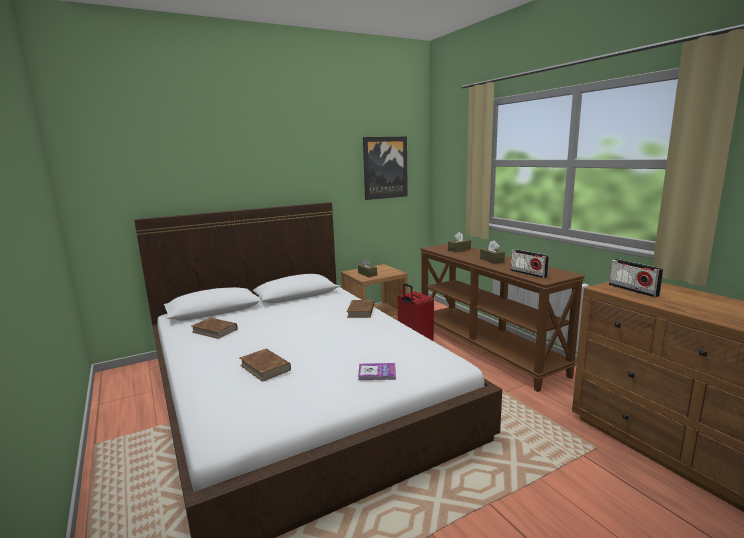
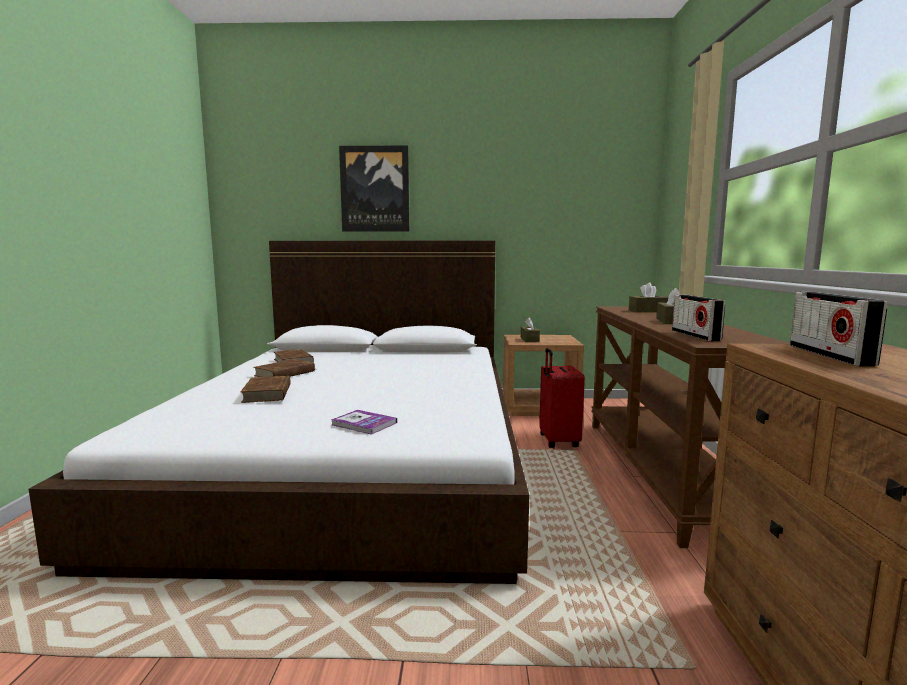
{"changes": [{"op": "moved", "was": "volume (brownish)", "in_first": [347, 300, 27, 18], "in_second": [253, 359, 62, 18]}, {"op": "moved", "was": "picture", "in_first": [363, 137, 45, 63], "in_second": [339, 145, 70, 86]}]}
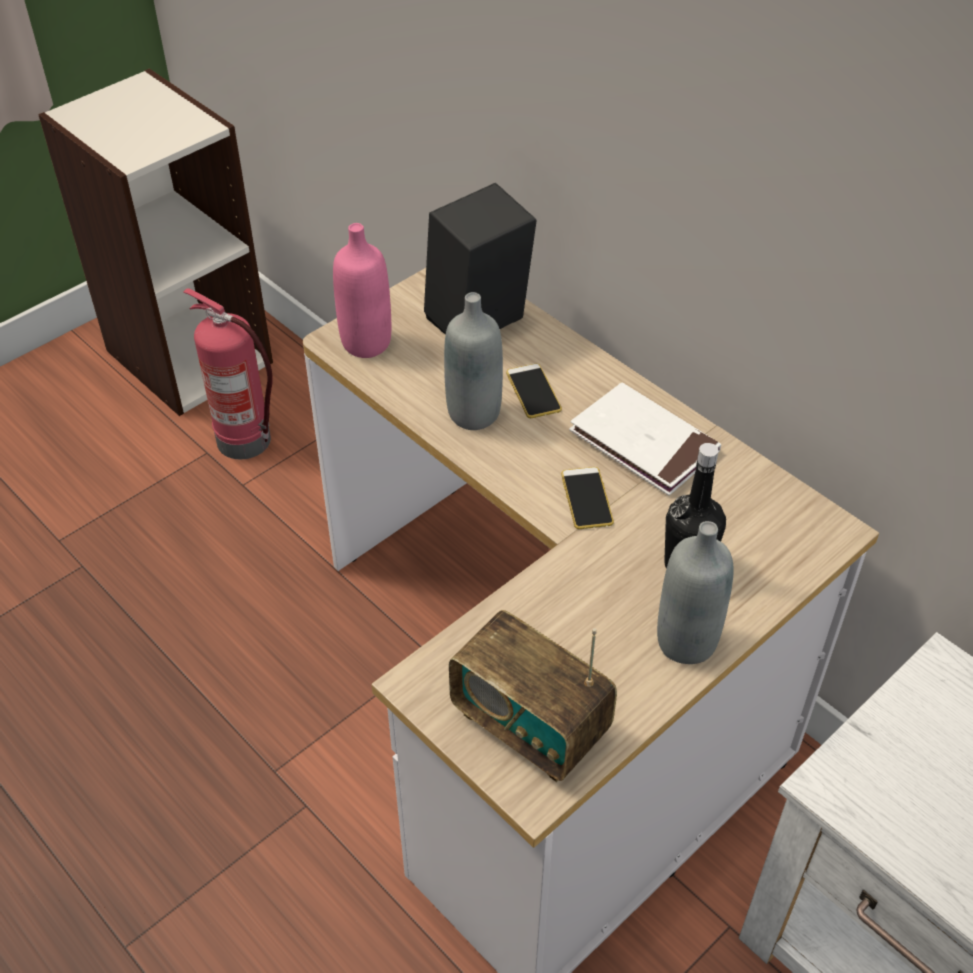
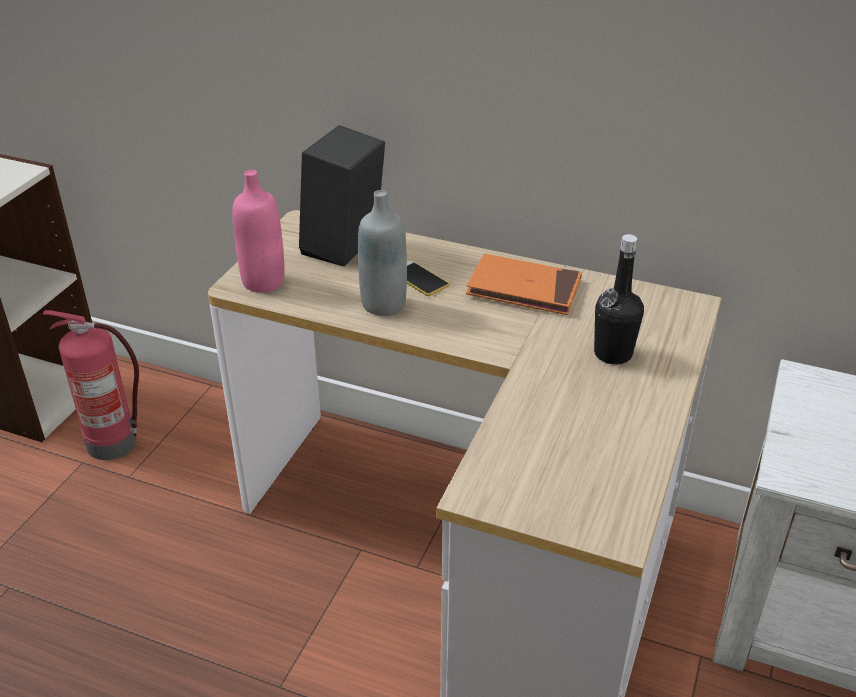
{"changes": [{"op": "removed", "was": "radio receiver", "in_first": [449, 610, 168, 172]}, {"op": "removed", "was": "phone", "in_first": [561, 467, 53, 62]}, {"op": "recoloured", "was": "volume (whitish)", "now": "volume (orangey)", "in_first": [569, 383, 152, 113], "in_second": [466, 254, 116, 61]}, {"op": "removed", "was": "bottle (gray)", "in_first": [657, 521, 77, 143]}]}
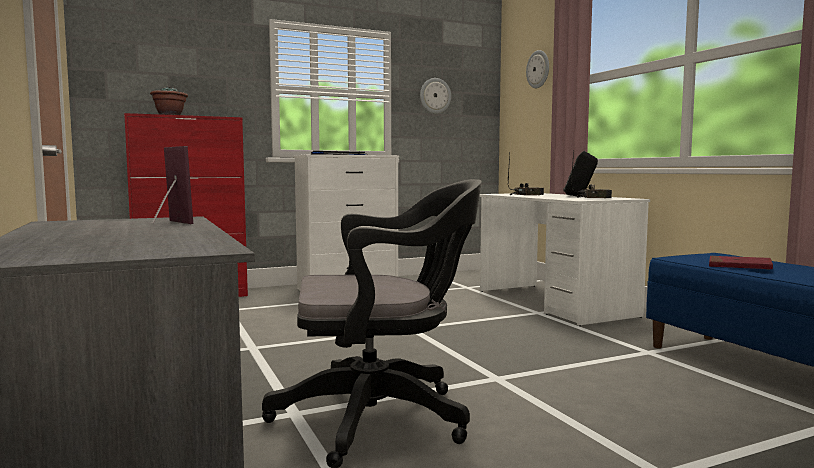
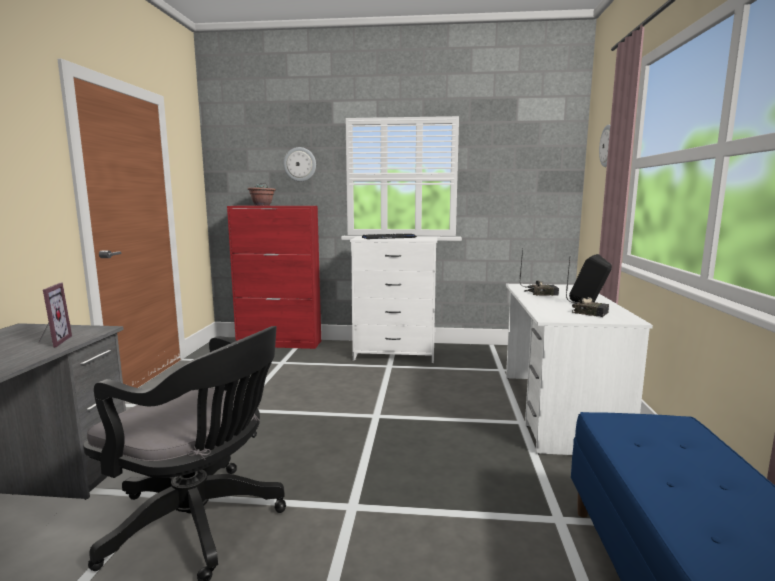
{"changes": [{"op": "moved", "was": "wall clock", "in_first": [420, 78, 31, 36], "in_second": [284, 147, 32, 34]}, {"op": "removed", "was": "volume (red)", "in_first": [709, 256, 64, 14]}]}
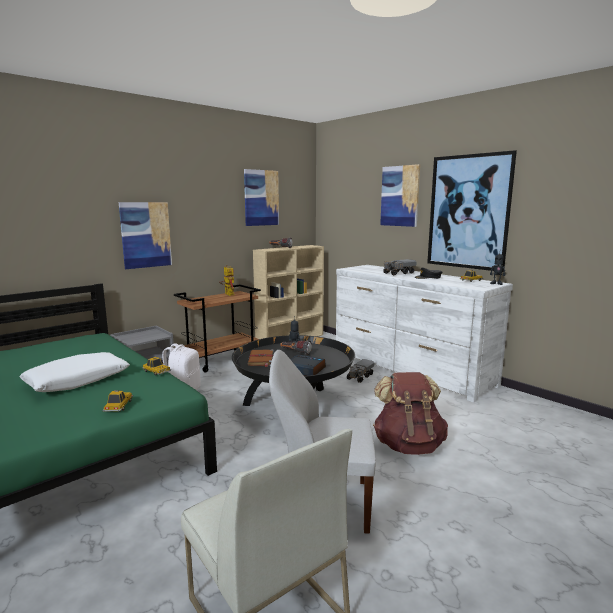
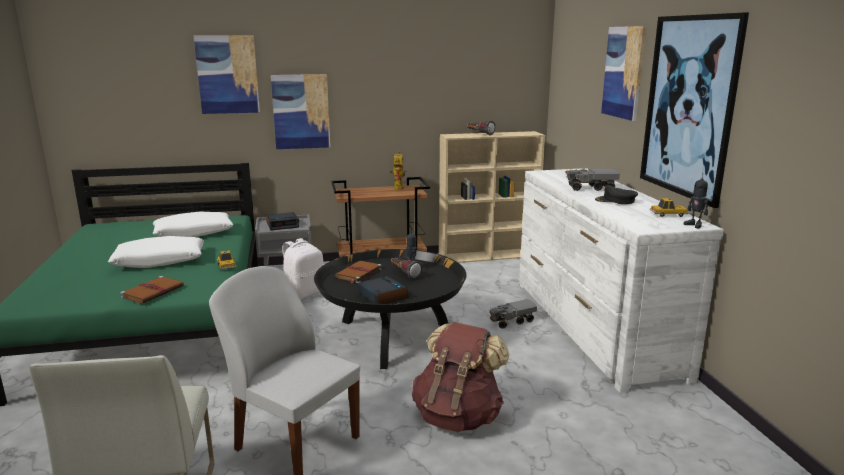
{"changes": [{"op": "replaced", "was": "toy car", "now": "volume (brownish)", "in_first": [102, 390, 31, 22], "in_second": [120, 276, 64, 28]}, {"op": "moved", "was": "picture", "in_first": [244, 169, 35, 57], "in_second": [194, 35, 66, 79]}, {"op": "added", "now": "pillow (whitish)", "in_second": [153, 211, 80, 26]}, {"op": "added", "now": "bedside clock", "in_second": [266, 212, 33, 18]}]}
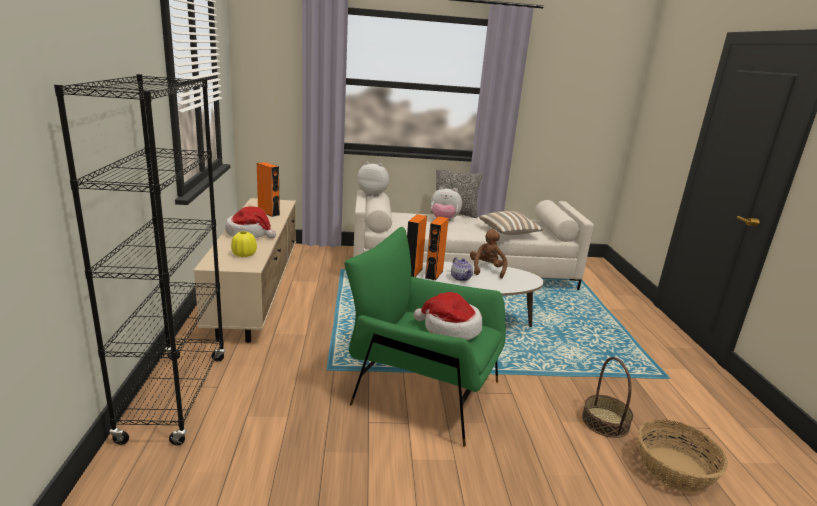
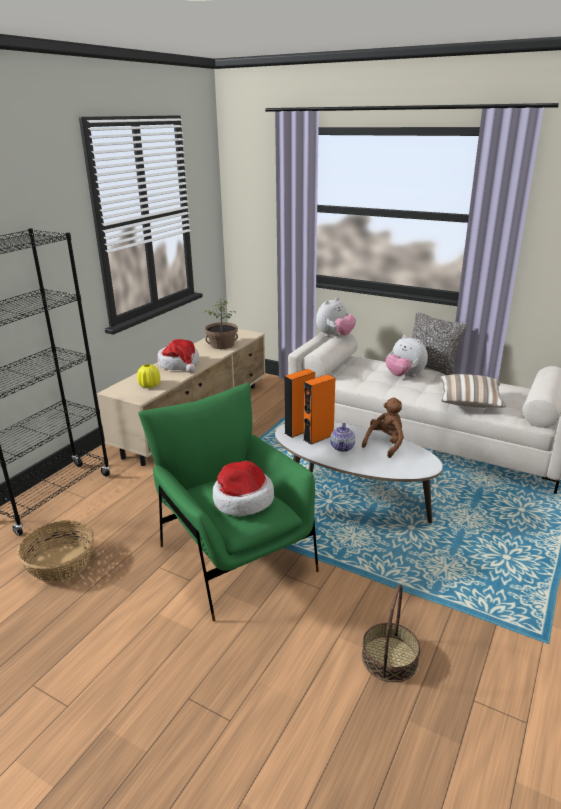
{"changes": [{"op": "replaced", "was": "speaker (orangey)", "now": "potted plant", "in_first": [257, 162, 23, 55], "in_second": [203, 299, 35, 50]}, {"op": "turned", "was": "cuddly toy", "in_first": [357, 162, 32, 35], "in_second": [316, 297, 40, 40], "clockwise": 90}, {"op": "moved", "was": "household basket", "in_first": [638, 419, 90, 73], "in_second": [17, 520, 77, 62]}]}
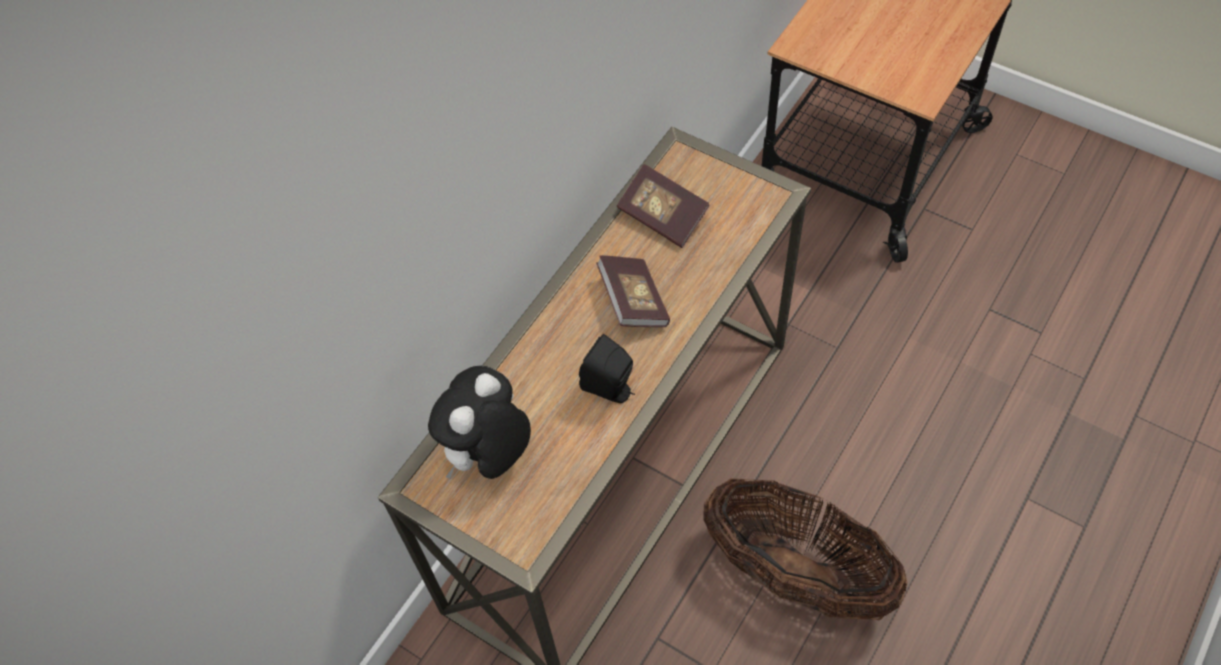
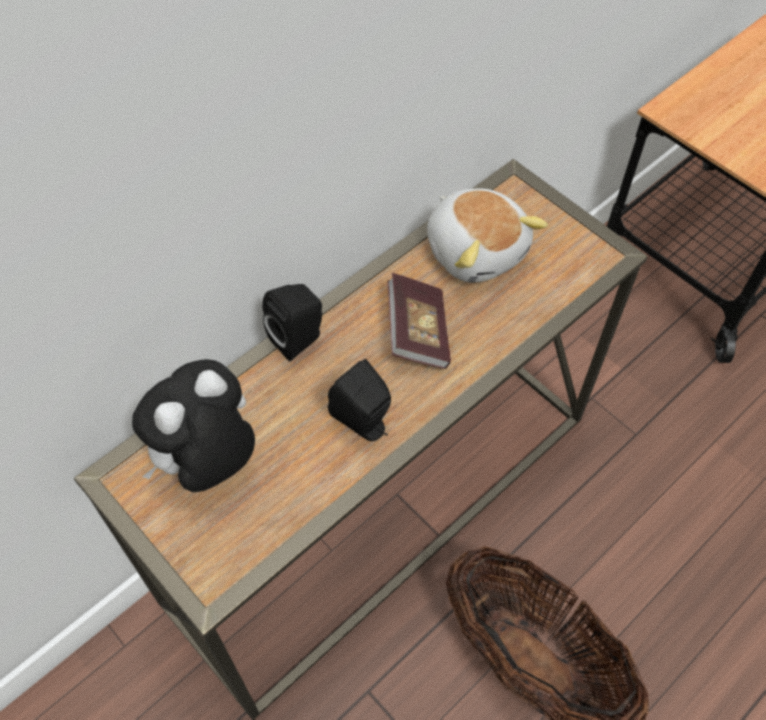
{"changes": [{"op": "replaced", "was": "volume", "now": "cuddly toy", "in_first": [617, 164, 93, 84], "in_second": [427, 188, 121, 95]}, {"op": "added", "now": "speaker (black)", "in_second": [262, 284, 60, 77]}]}
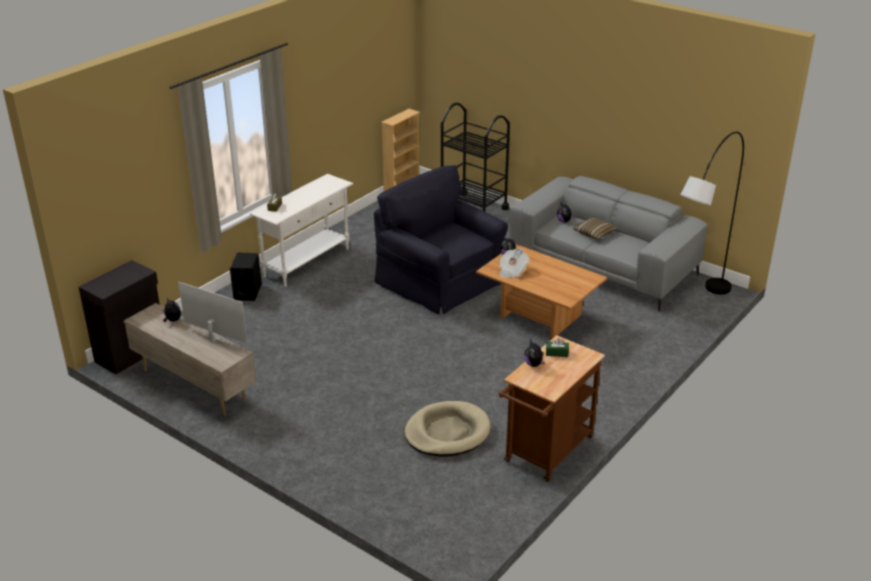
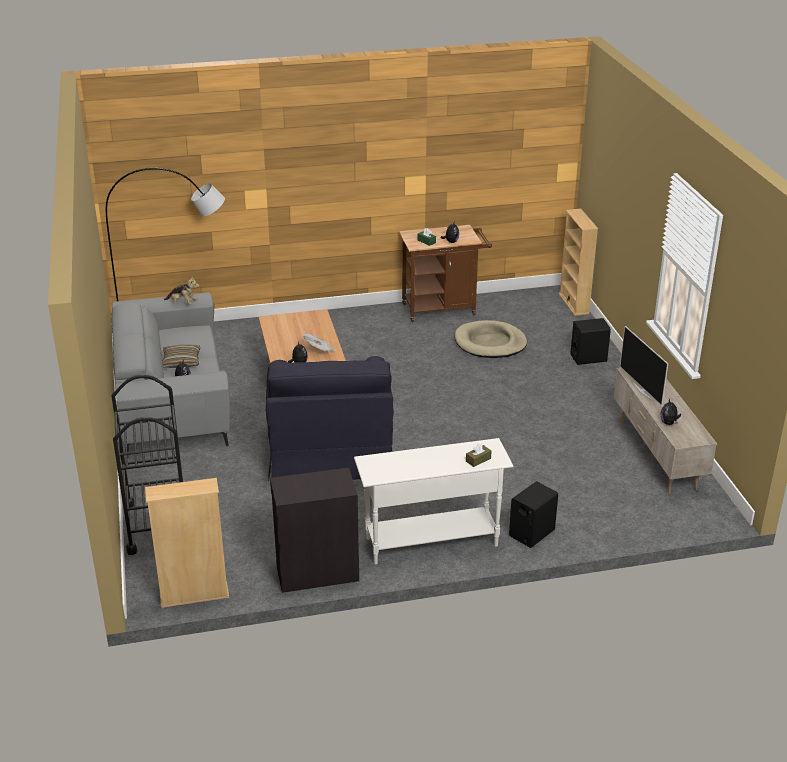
{"changes": [{"op": "moved", "was": "storage cabinet (black)", "in_first": [79, 260, 81, 114], "in_second": [270, 468, 89, 125]}, {"op": "added", "now": "cuddly toy", "in_second": [164, 276, 36, 28]}, {"op": "added", "now": "bookshelf (beige-coloured)", "in_second": [559, 209, 39, 107]}, {"op": "added", "now": "speaker (black)", "in_second": [570, 318, 41, 47]}]}
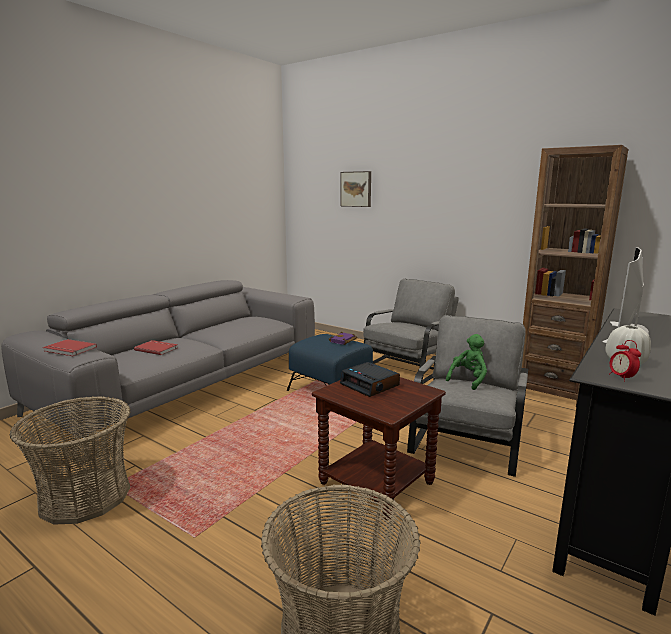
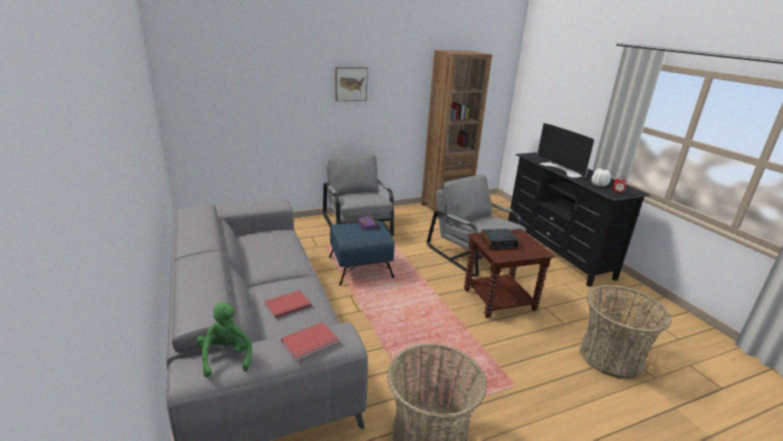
{"changes": [{"op": "moved", "was": "picture", "in_first": [340, 171, 31, 36], "in_second": [335, 67, 33, 34]}, {"op": "moved", "was": "cuddly toy (green)", "in_first": [446, 334, 41, 56], "in_second": [196, 302, 56, 76]}]}
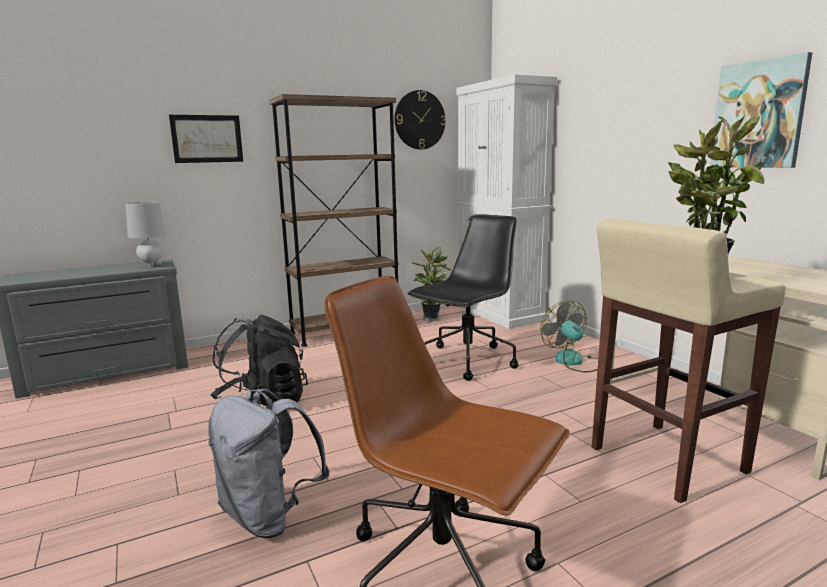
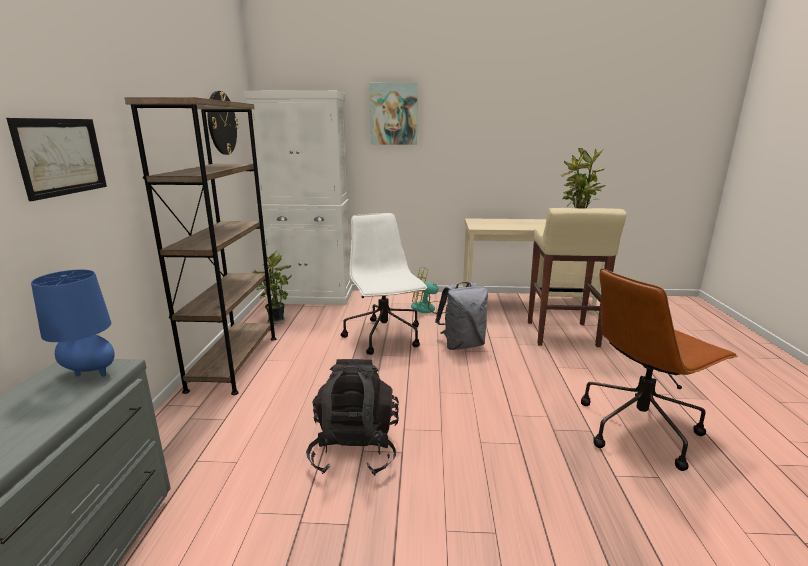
{"changes": [{"op": "recoloured", "was": "lamp for a table (gray)", "now": "lamp for a table (blue-coloured)", "in_first": [126, 202, 40, 66], "in_second": [31, 269, 84, 108]}, {"op": "moved", "was": "rucksack (gray)", "in_first": [208, 389, 122, 149], "in_second": [435, 282, 53, 68]}, {"op": "recoloured", "was": "desk chair (black)", "now": "desk chair (whitish)", "in_first": [408, 214, 110, 167], "in_second": [341, 213, 86, 142]}, {"op": "moved", "was": "picture", "in_first": [710, 52, 102, 116], "in_second": [370, 82, 48, 63]}]}
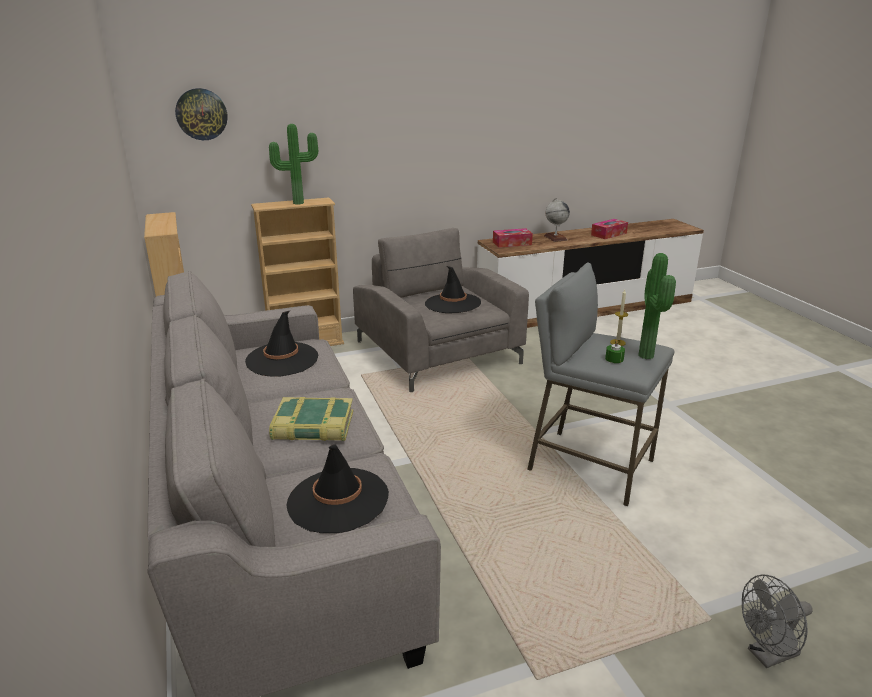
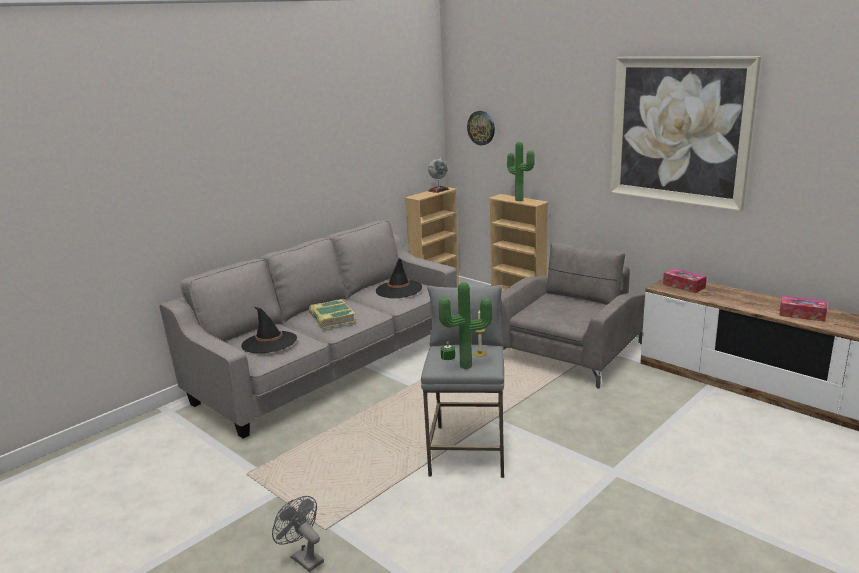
{"changes": [{"op": "removed", "was": "wearable hat (black)", "in_first": [425, 266, 56, 47]}, {"op": "moved", "was": "desk globe", "in_first": [544, 198, 26, 44], "in_second": [428, 158, 21, 35]}, {"op": "added", "now": "picture", "in_second": [610, 57, 151, 155]}]}
